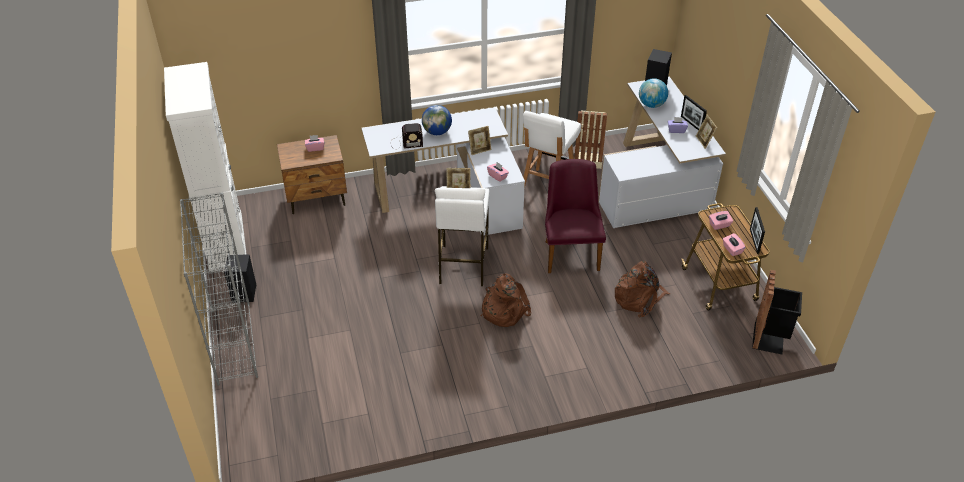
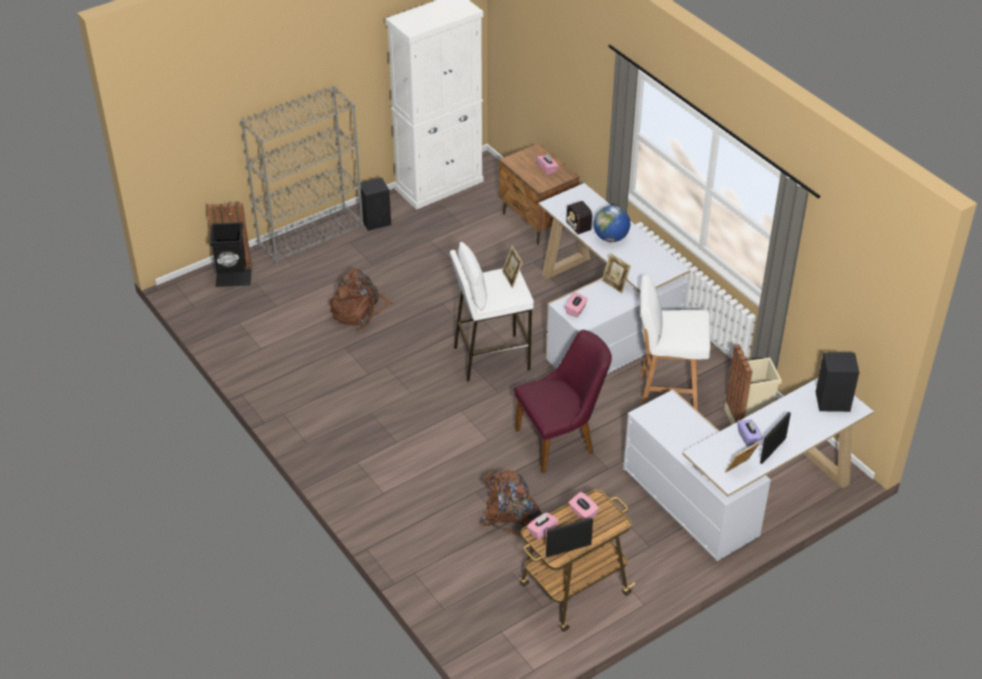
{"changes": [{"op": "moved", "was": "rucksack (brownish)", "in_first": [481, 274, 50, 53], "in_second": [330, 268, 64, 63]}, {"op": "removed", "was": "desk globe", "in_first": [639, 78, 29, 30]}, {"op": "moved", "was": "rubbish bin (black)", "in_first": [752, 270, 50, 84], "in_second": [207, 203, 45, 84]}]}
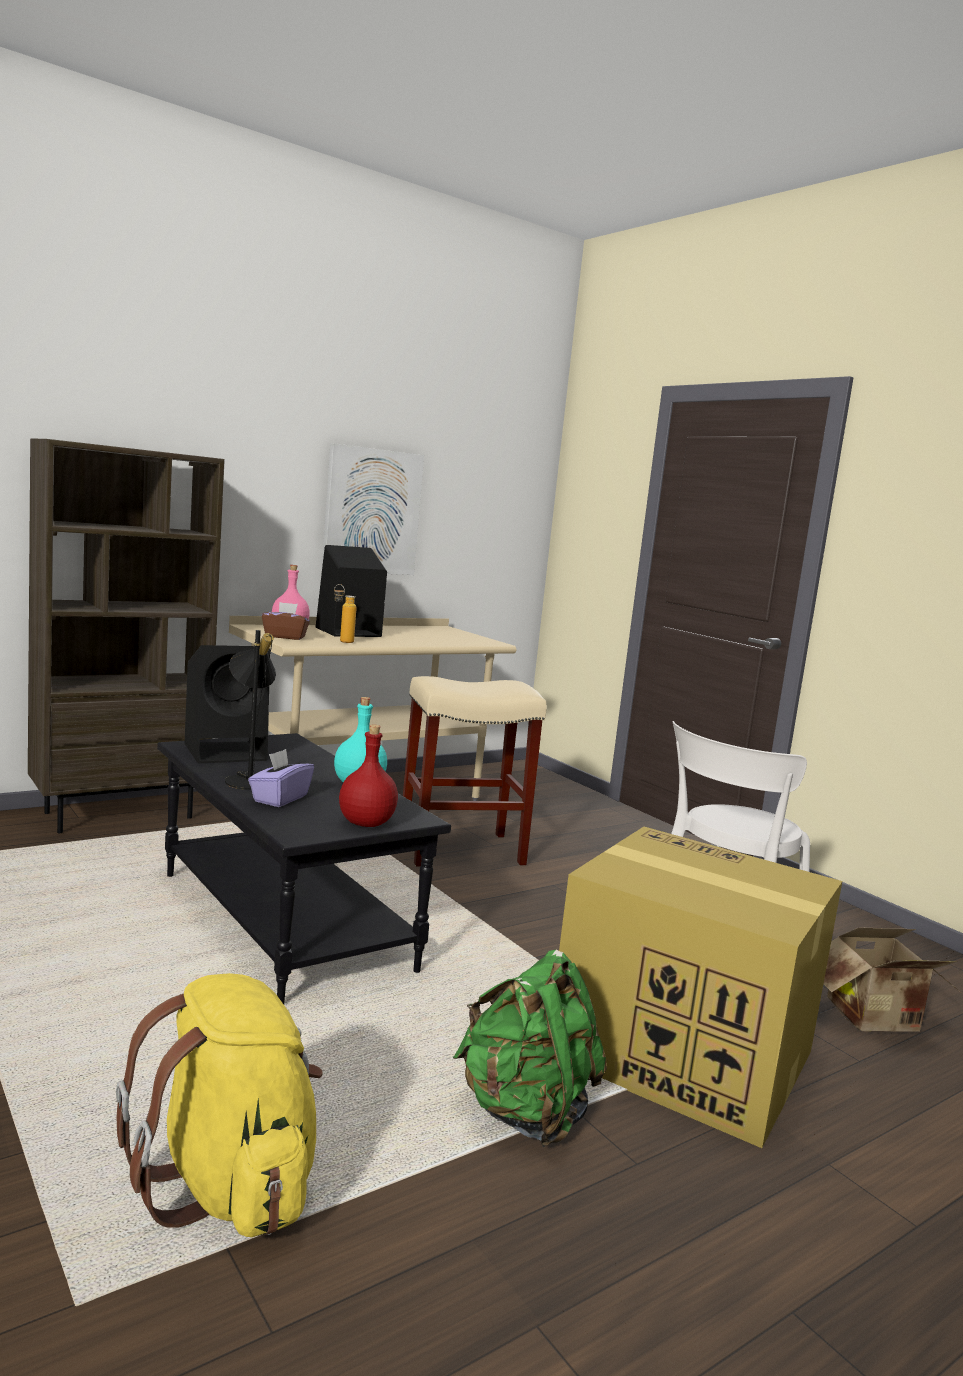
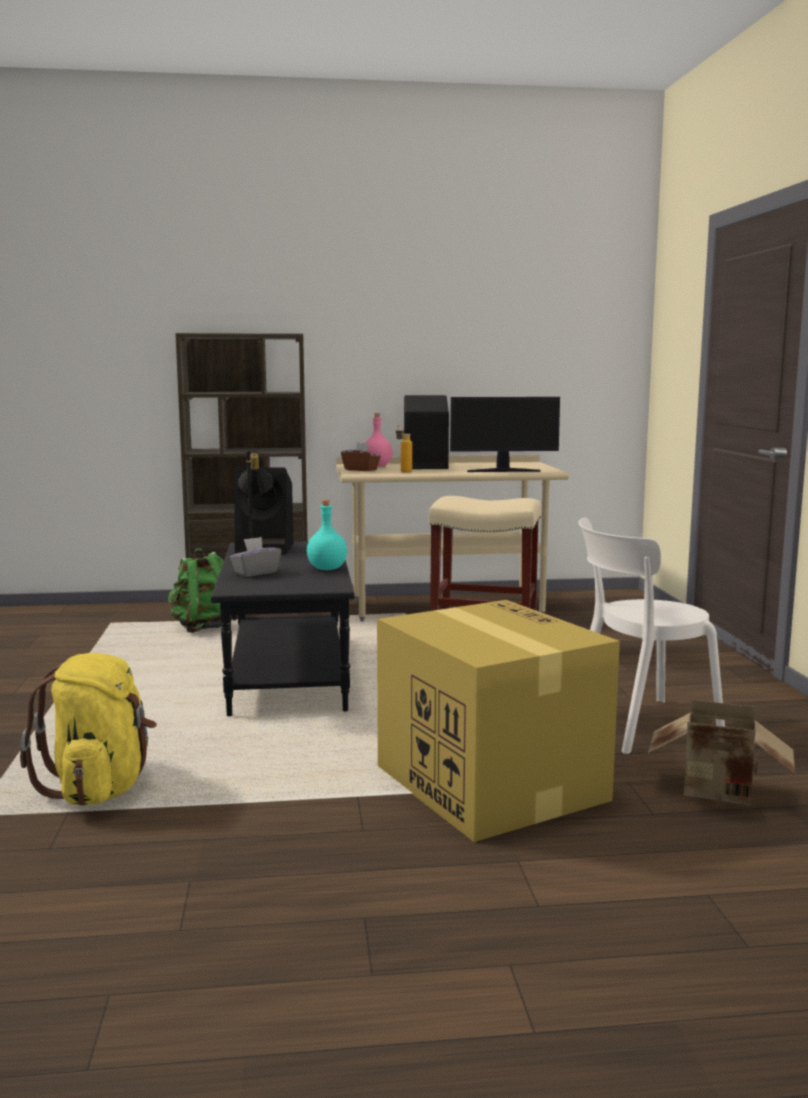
{"changes": [{"op": "recoloured", "was": "box of tissues (purplish)", "now": "box of tissues (gray)", "in_first": [248, 749, 66, 58], "in_second": [230, 537, 51, 40]}, {"op": "removed", "was": "picture", "in_first": [322, 443, 102, 132]}, {"op": "removed", "was": "bottle (red)", "in_first": [339, 724, 59, 103]}, {"op": "moved", "was": "rucksack (green)", "in_first": [453, 950, 154, 197], "in_second": [168, 548, 70, 85]}, {"op": "added", "now": "monitor", "in_second": [450, 397, 110, 75]}]}
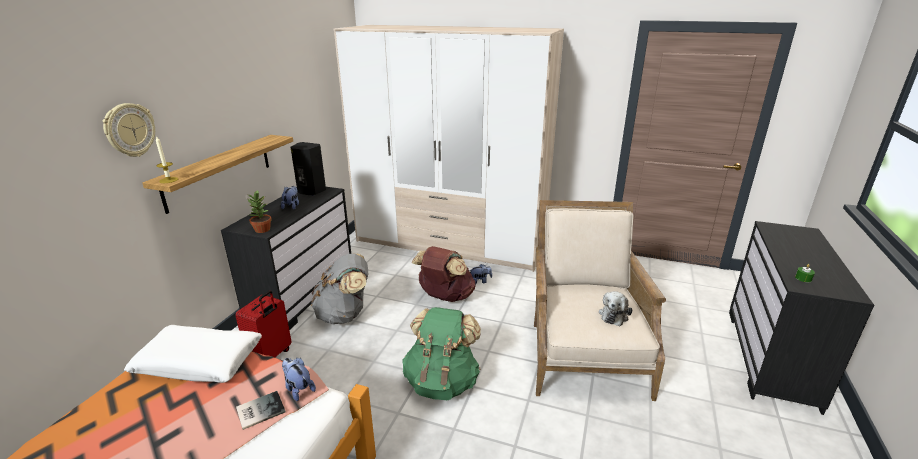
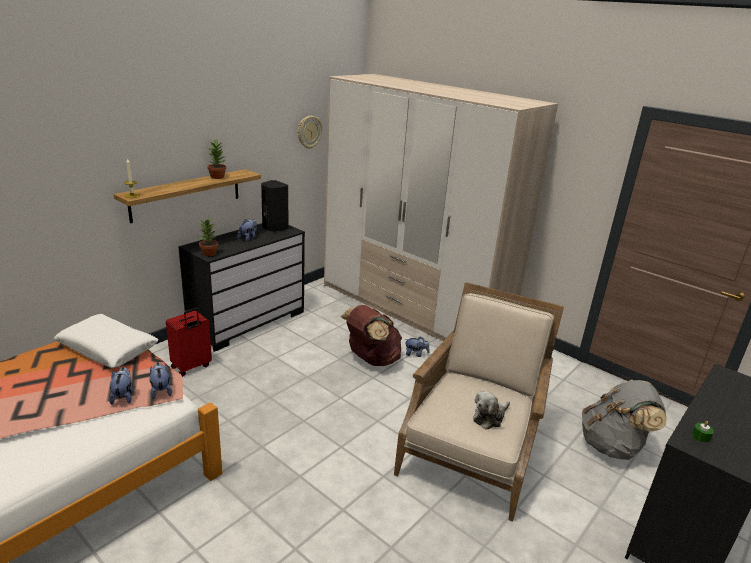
{"changes": [{"op": "moved", "was": "wall clock", "in_first": [103, 103, 52, 54], "in_second": [298, 116, 24, 33]}, {"op": "replaced", "was": "volume", "now": "cuddly toy", "in_first": [236, 391, 50, 39], "in_second": [109, 367, 24, 38]}, {"op": "moved", "was": "rucksack (gray)", "in_first": [311, 254, 57, 70], "in_second": [582, 380, 85, 80]}, {"op": "removed", "was": "rucksack (green)", "in_first": [403, 307, 78, 93]}, {"op": "added", "now": "potted plant", "in_second": [207, 139, 19, 40]}]}
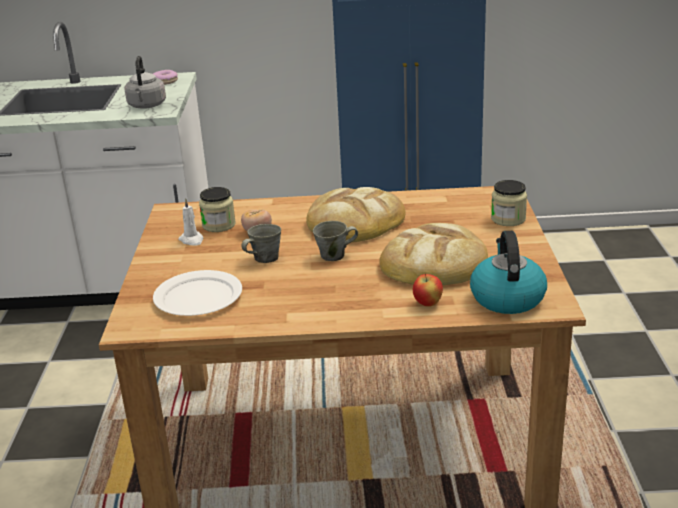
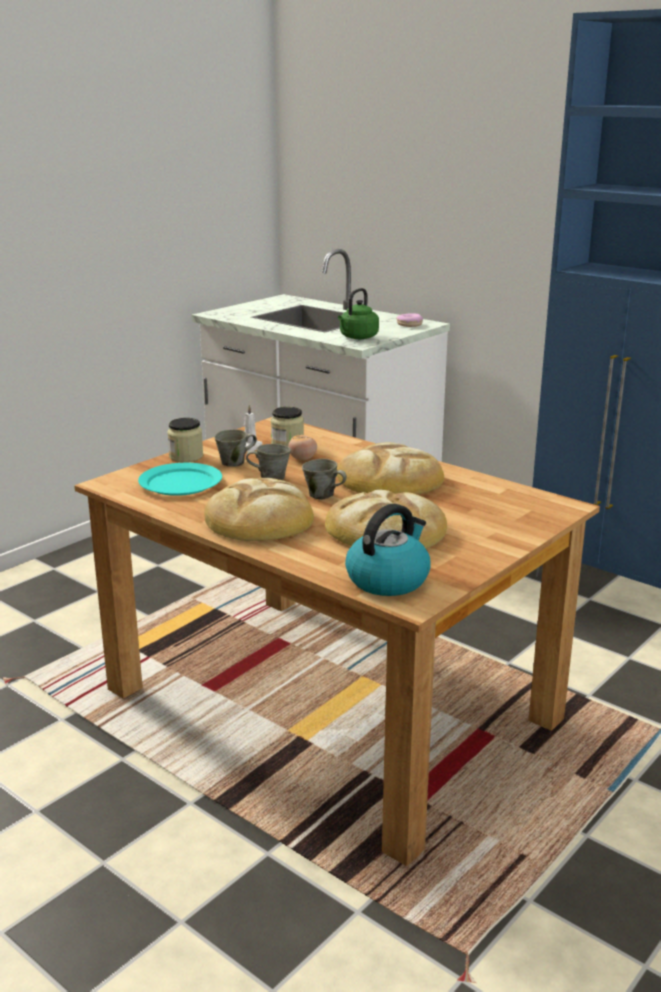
{"changes": [{"op": "recoloured", "was": "water kettle (gray)", "now": "water kettle (green)", "in_first": [124, 56, 42, 53], "in_second": [338, 288, 41, 51]}, {"op": "recoloured", "was": "plate (whitish)", "now": "plate (turquoise-coloured)", "in_first": [153, 270, 89, 46], "in_second": [138, 463, 84, 33]}, {"op": "removed", "was": "apple", "in_first": [413, 274, 30, 33]}, {"op": "moved", "was": "storage jar", "in_first": [491, 180, 36, 46], "in_second": [168, 418, 35, 44]}, {"op": "added", "now": "bakery bread", "in_second": [204, 478, 110, 63]}, {"op": "added", "now": "coffee mug (gray)", "in_second": [215, 429, 42, 38]}]}
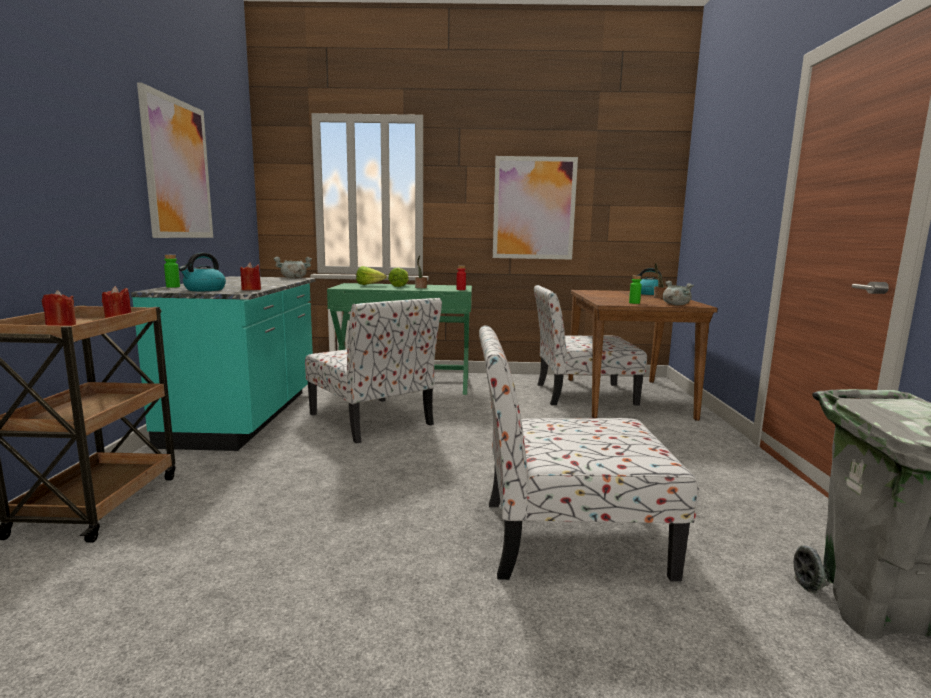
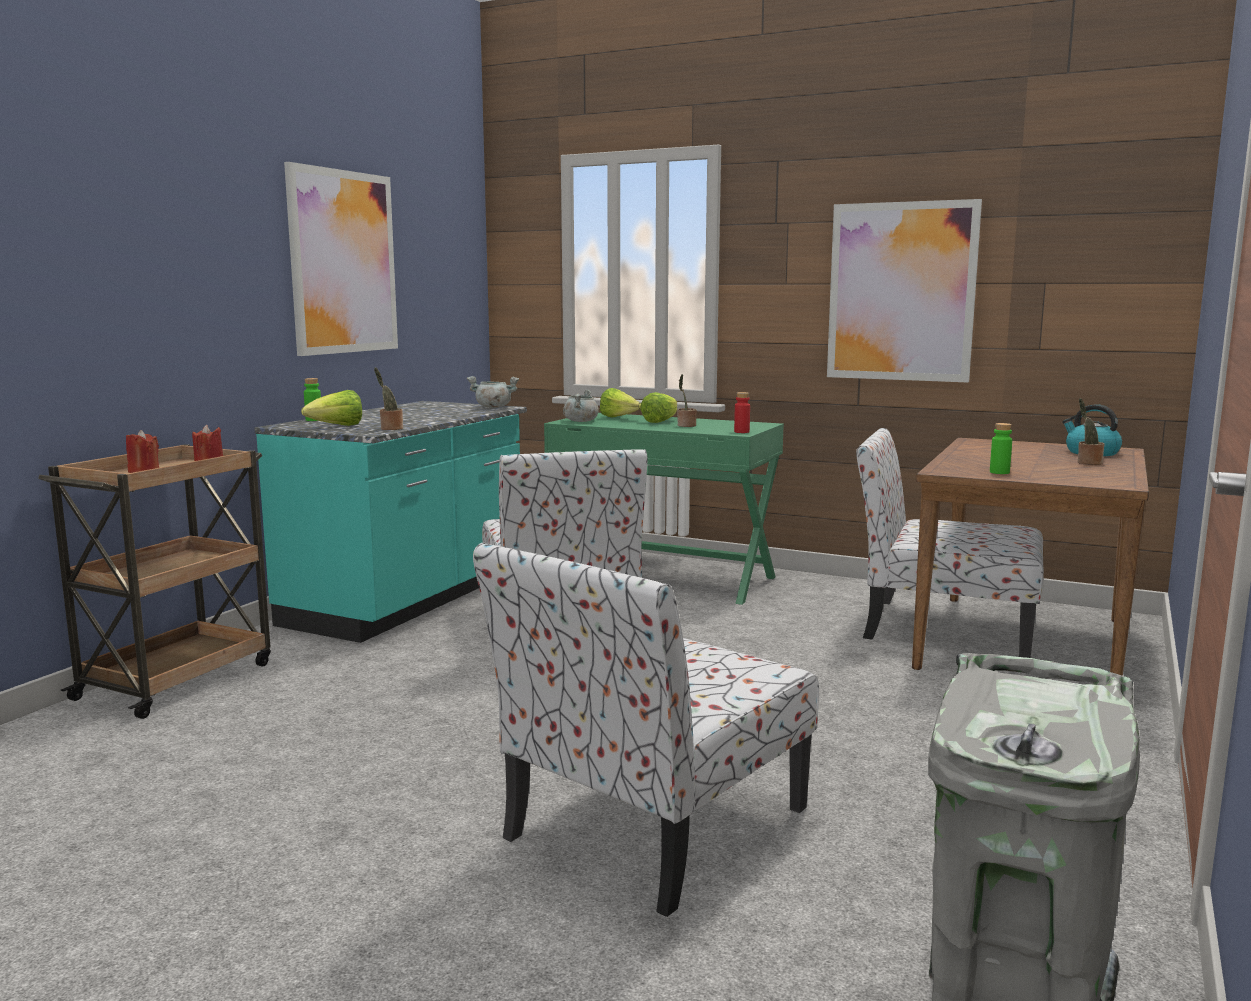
{"changes": [{"op": "replaced", "was": "water kettle", "now": "lettuce", "in_first": [179, 253, 47, 38], "in_second": [301, 390, 61, 36]}, {"op": "replaced", "was": "candle (red)", "now": "potted plant", "in_first": [240, 263, 21, 27], "in_second": [374, 367, 29, 63]}, {"op": "turned", "was": "chair", "in_first": [479, 325, 220, 257], "in_second": [473, 543, 346, 374], "clockwise": -75}, {"op": "moved", "was": "stockpot (gray)", "in_first": [663, 281, 31, 24], "in_second": [563, 389, 36, 33]}]}
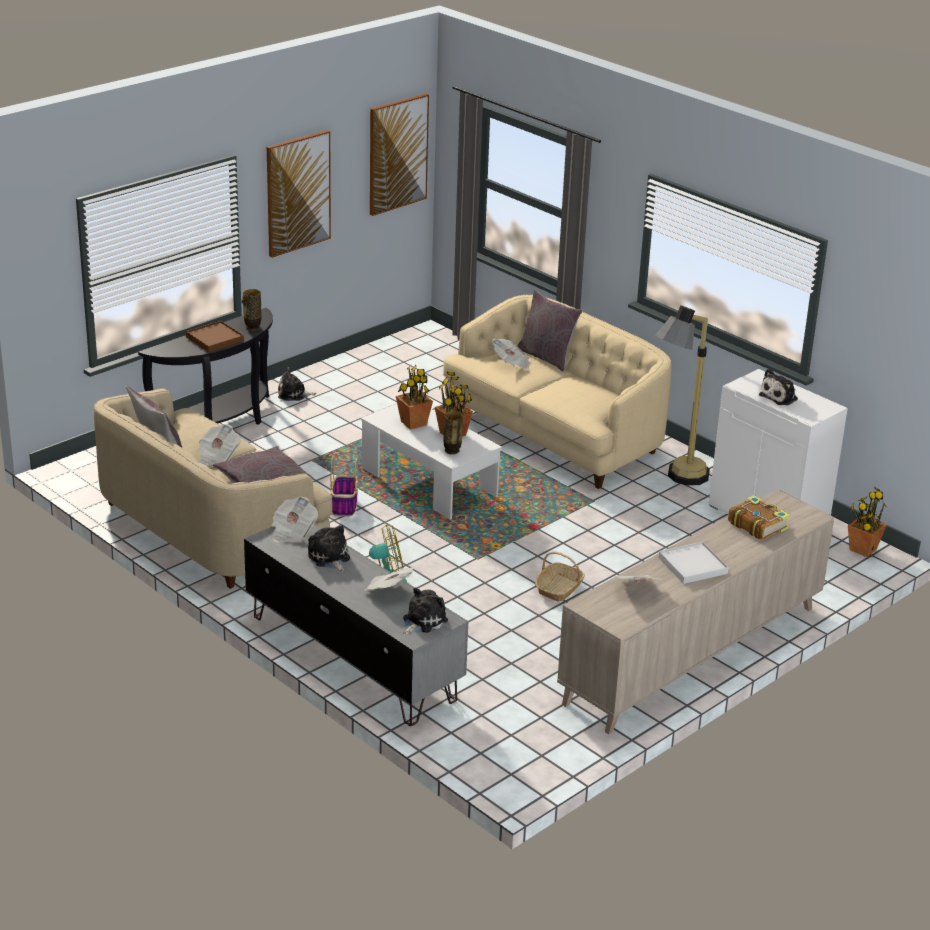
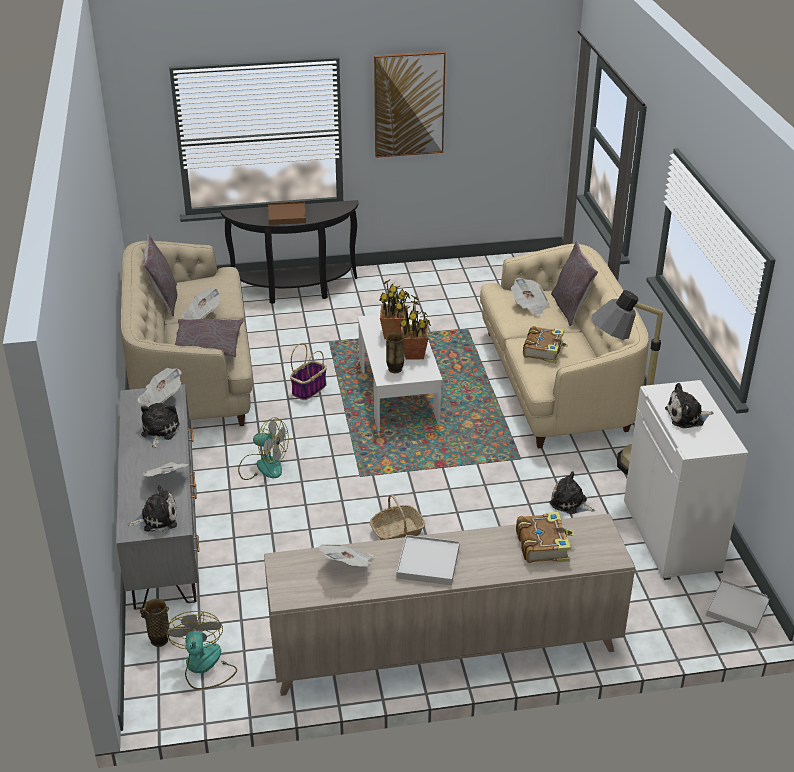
{"changes": [{"op": "moved", "was": "vase", "in_first": [242, 289, 20, 41], "in_second": [140, 599, 29, 48]}, {"op": "moved", "was": "cuddly toy", "in_first": [278, 367, 39, 34], "in_second": [550, 471, 45, 43]}, {"op": "removed", "was": "picture", "in_first": [370, 94, 59, 122]}, {"op": "replaced", "was": "potted plant", "now": "serving tray (whitish)", "in_first": [848, 487, 39, 70], "in_second": [706, 579, 63, 55]}, {"op": "added", "now": "cooling fan", "in_second": [165, 611, 72, 78]}, {"op": "added", "now": "volume", "in_second": [523, 326, 45, 37]}]}
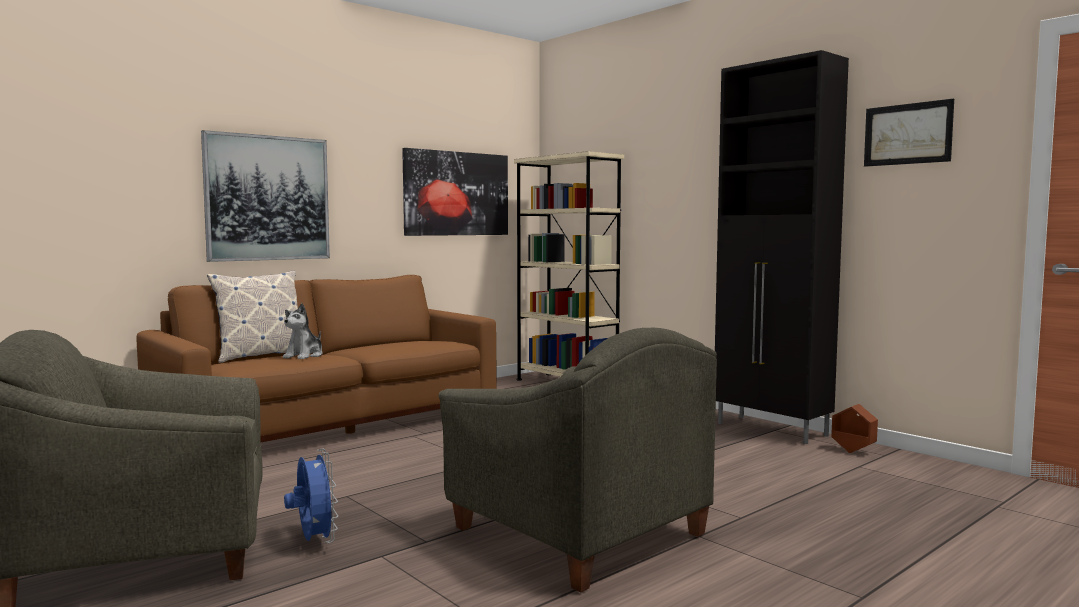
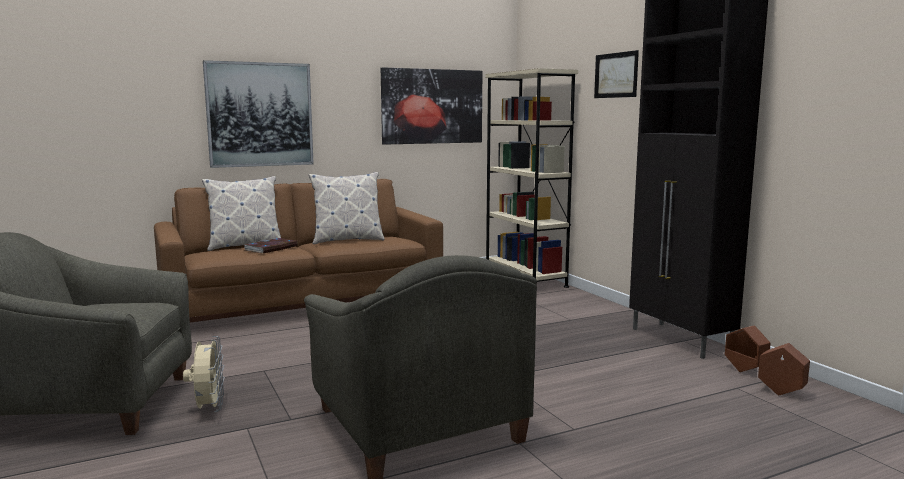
{"changes": [{"op": "replaced", "was": "cuddly toy", "now": "volume", "in_first": [283, 303, 40, 56], "in_second": [243, 238, 55, 16]}, {"op": "recoloured", "was": "cooling fan (blue-coloured)", "now": "cooling fan (beige-coloured)", "in_first": [284, 449, 54, 94], "in_second": [183, 336, 42, 76]}, {"op": "moved", "was": "picture", "in_first": [864, 99, 90, 68], "in_second": [594, 50, 45, 48]}, {"op": "added", "now": "pillow", "in_second": [309, 172, 75, 72]}, {"op": "added", "now": "planter (brownish)", "in_second": [758, 343, 52, 52]}]}
